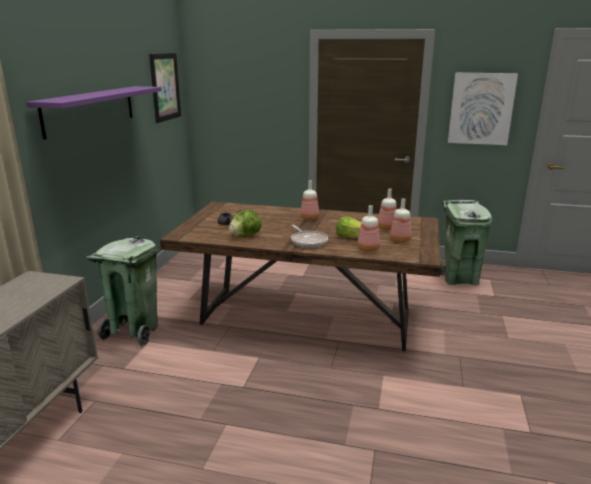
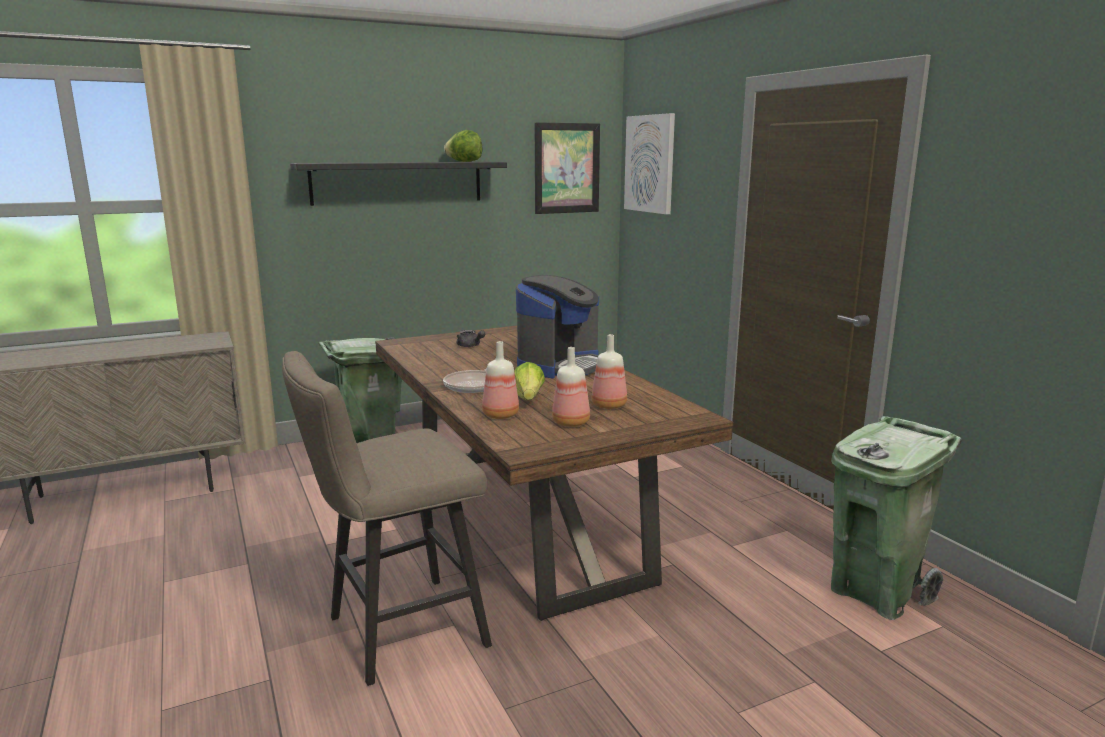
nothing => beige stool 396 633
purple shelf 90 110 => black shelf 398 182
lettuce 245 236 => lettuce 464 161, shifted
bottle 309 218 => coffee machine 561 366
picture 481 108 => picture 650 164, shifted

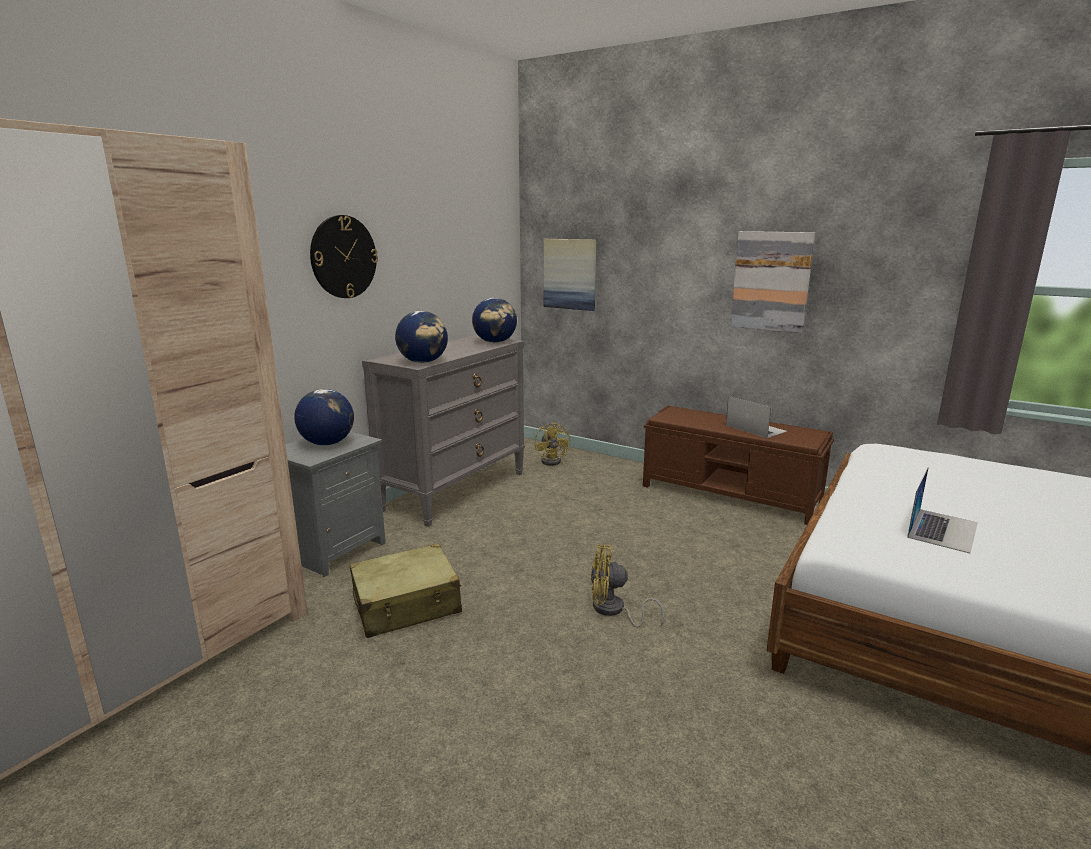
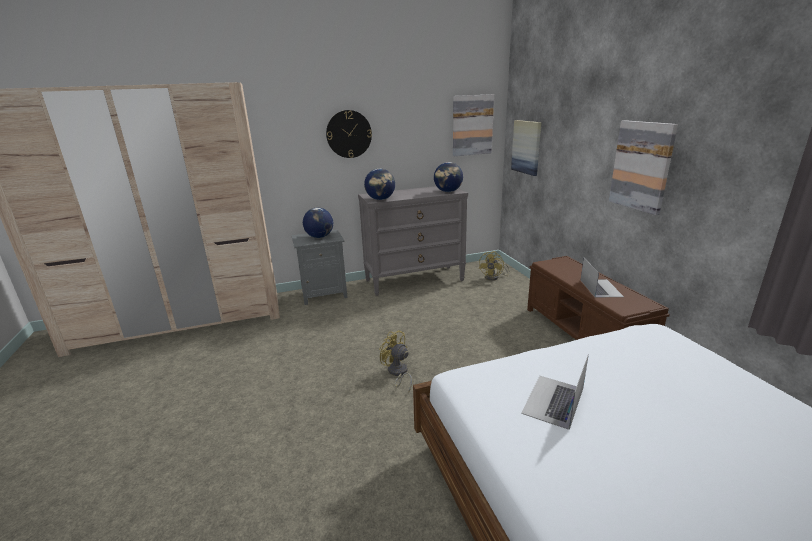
nothing => picture 472 125
laptop 942 530 => laptop 553 401, 135 degrees clockwise
beige suitcase 407 605 => nothing

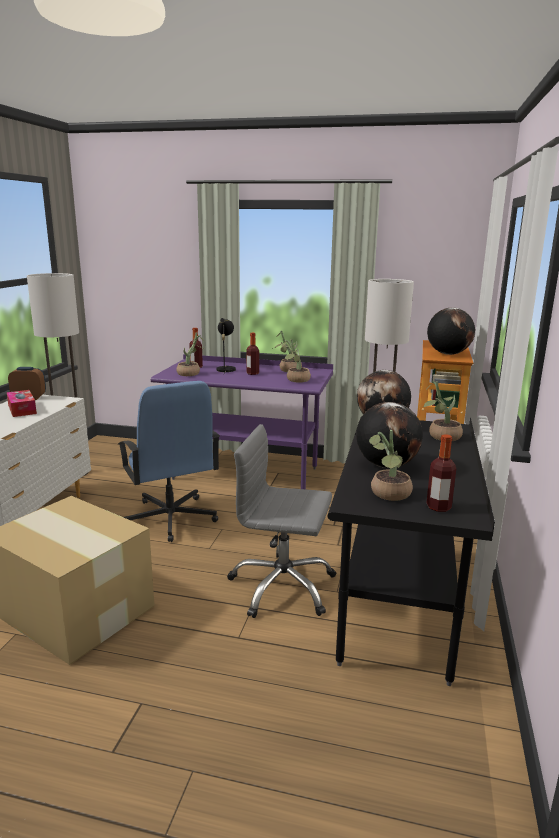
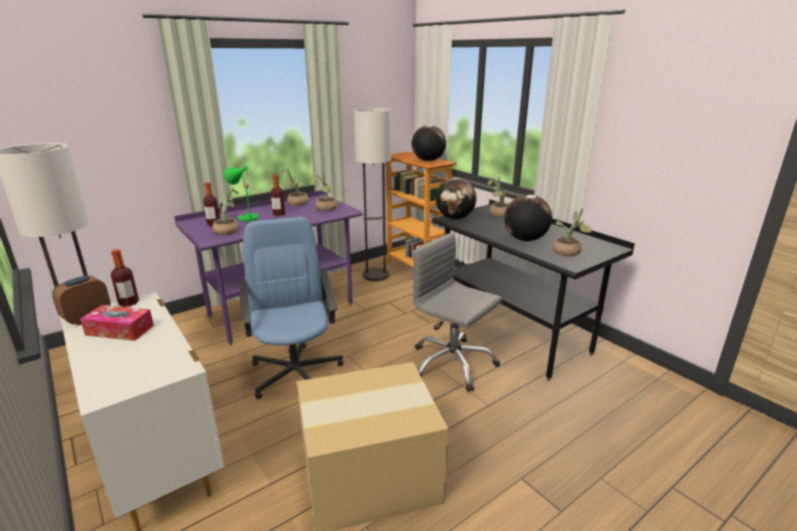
bottle 438 507 => bottle 129 303, shifted
black table lamp 225 369 => green table lamp 245 218
blue office chair 170 519 => blue office chair 296 372, 120 degrees counterclockwise
grey office chair 282 587 => grey office chair 452 364, 75 degrees clockwise

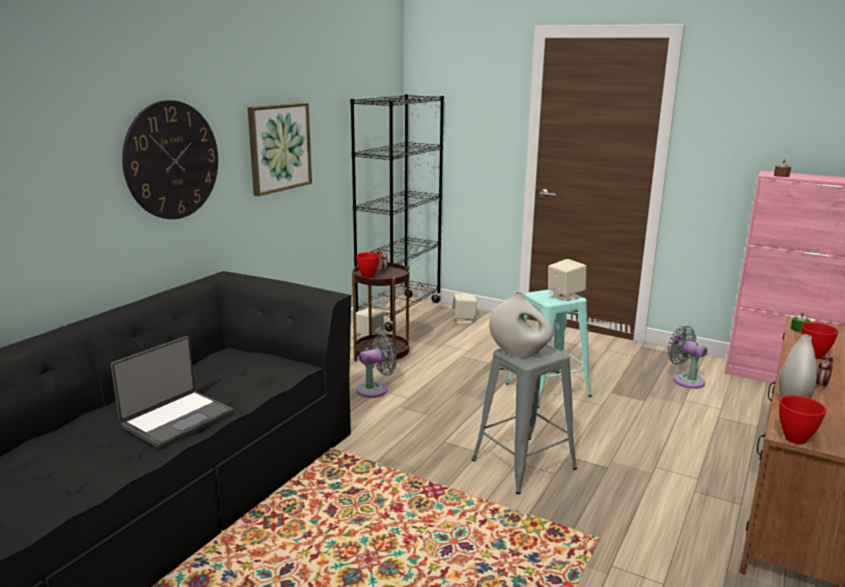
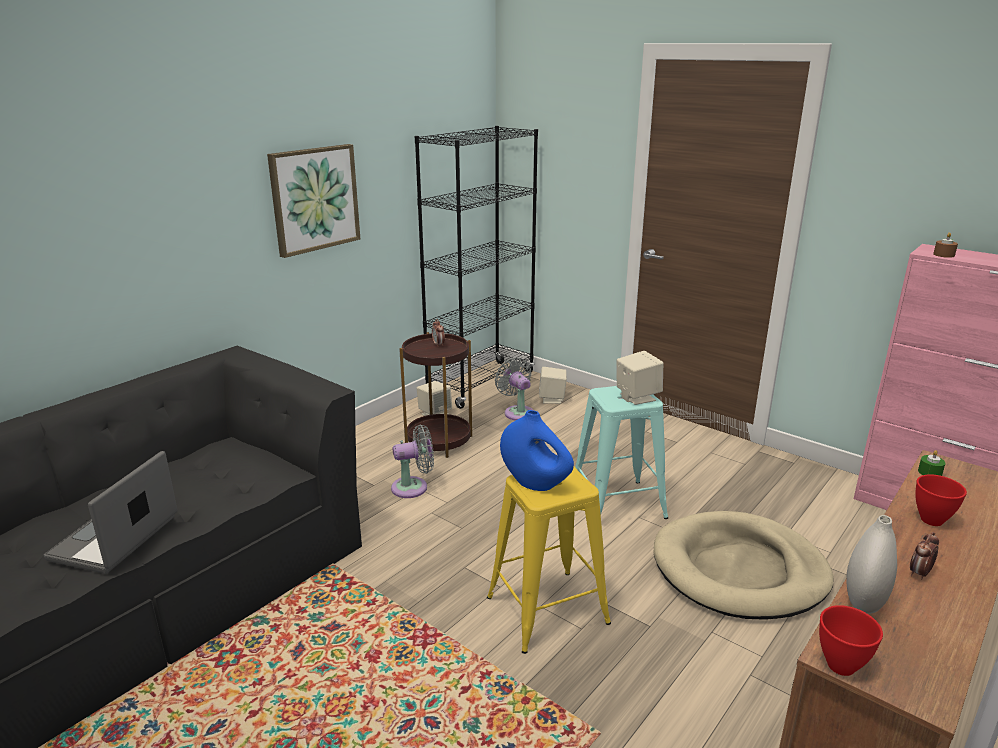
laptop 176 419 => laptop 116 538, 150 degrees clockwise
grey stool 524 464 => yellow stool 547 610
grey fan 685 380 => grey fan 517 412, shifted
white vase 519 353 => blue vase 535 483
nothing => beige dog bed 739 570
wall clock 172 160 => nothing
red bowl 368 276 => nothing

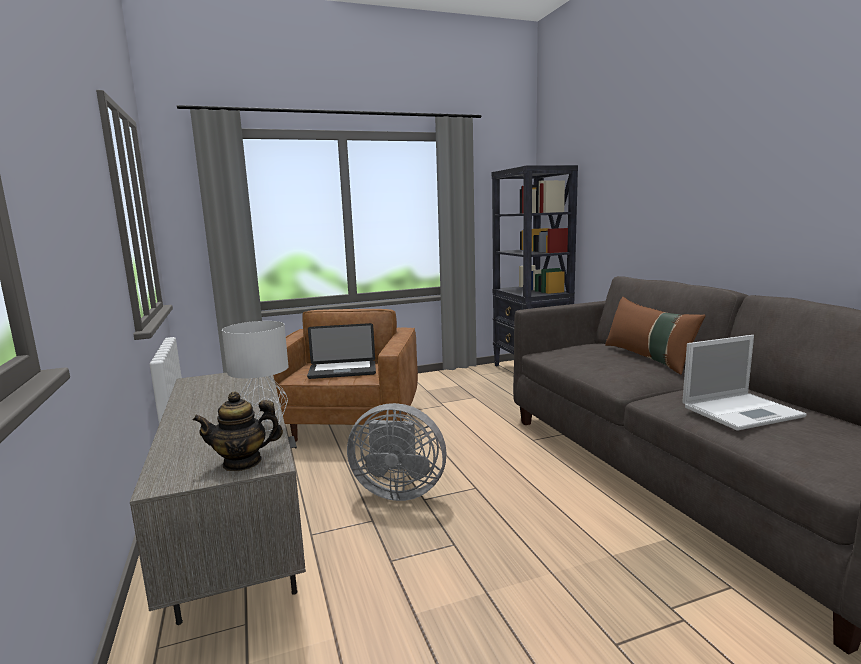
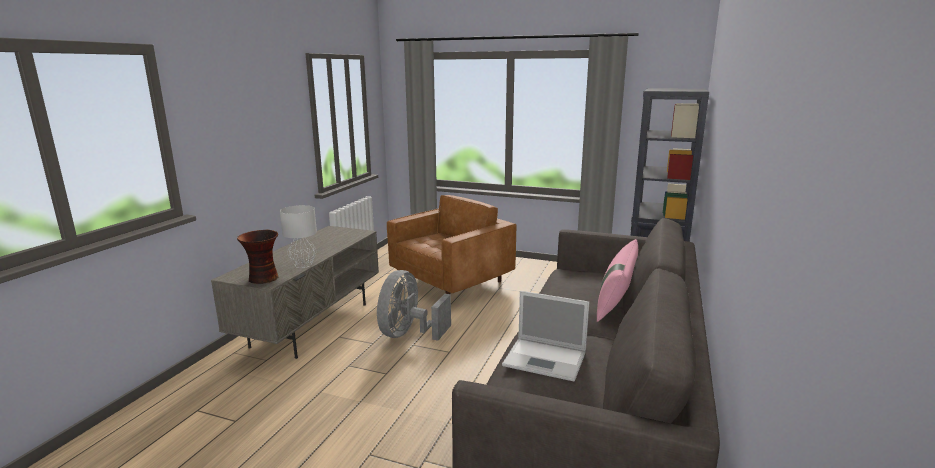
teapot 242 462 => vase 263 279
grey fan 398 490 => grey fan 409 334, 60 degrees clockwise
brown pillow 648 358 => pink pillow 615 301
laptop 342 371 => nothing

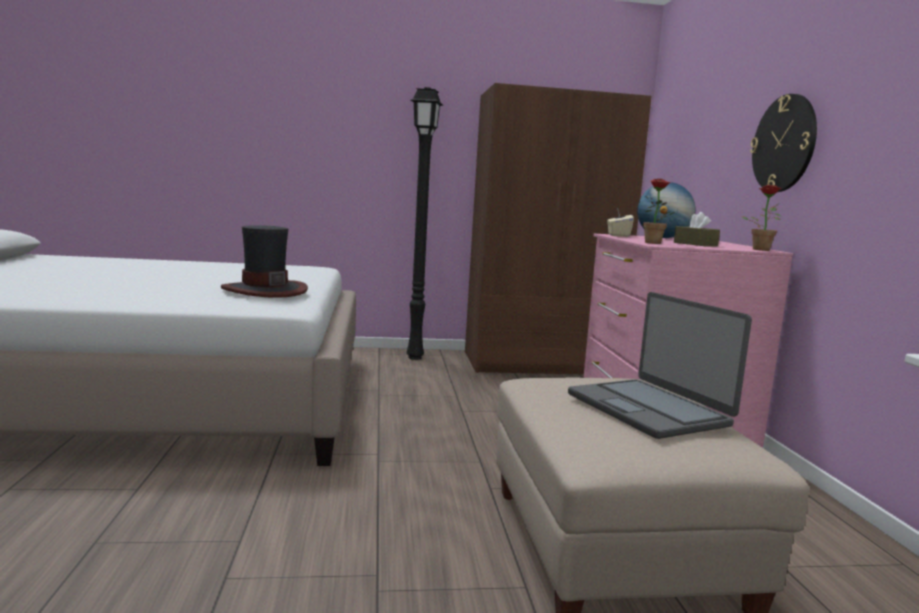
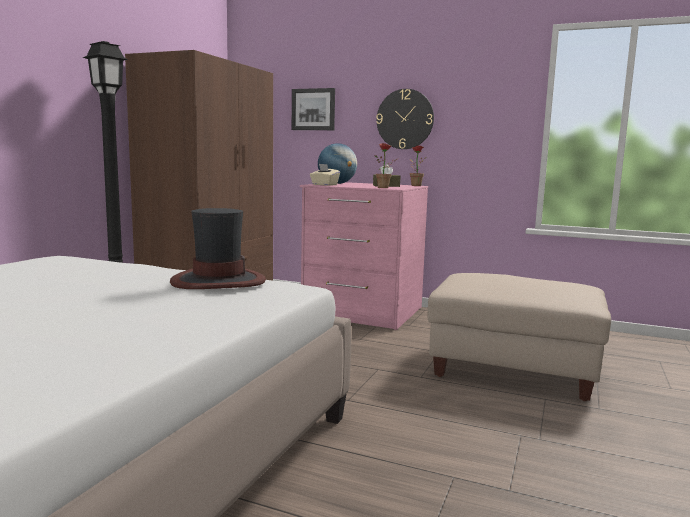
nothing => picture 313 109
laptop 648 409 => nothing

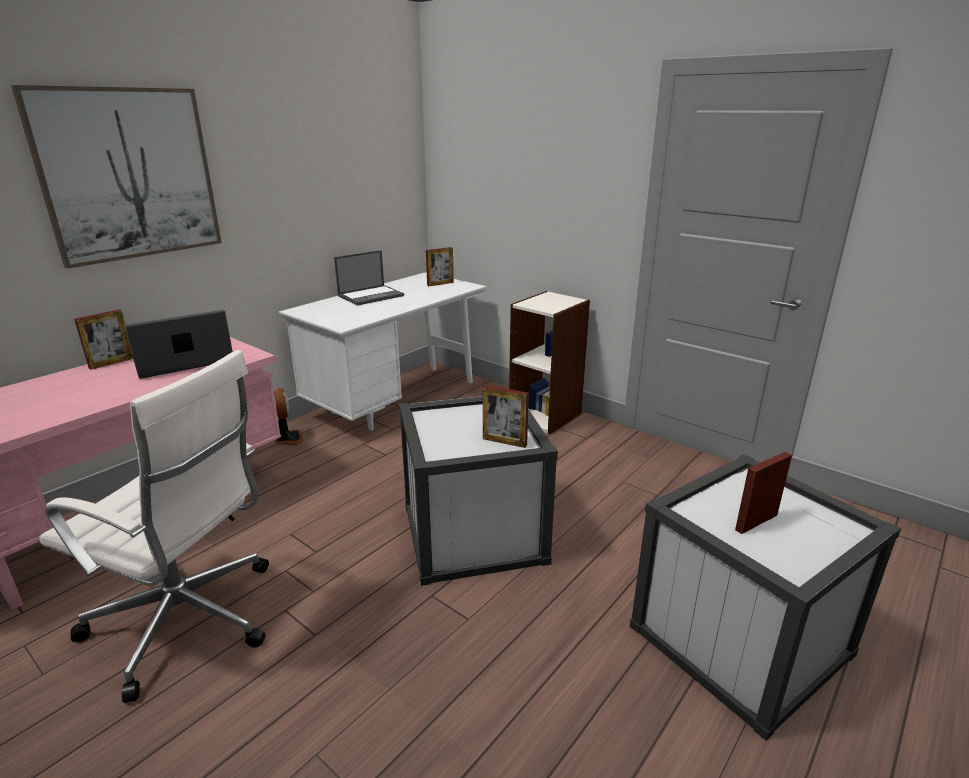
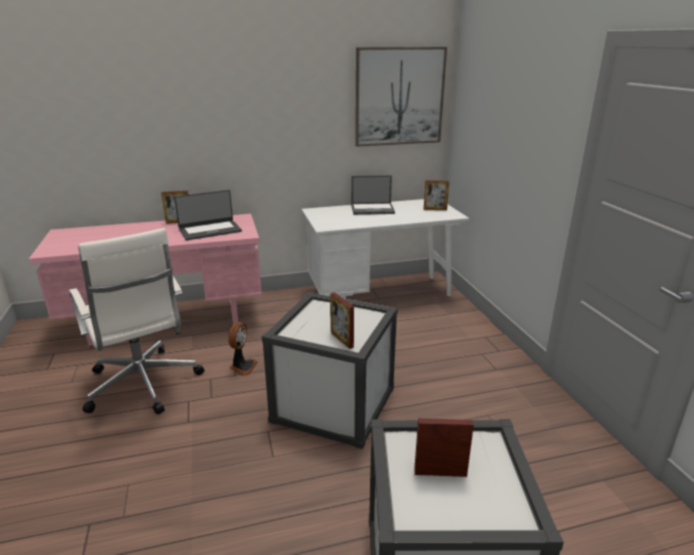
laptop 184 362 => laptop 210 230, 150 degrees clockwise
fan 288 439 => fan 242 367, shifted
picture 129 174 => picture 399 97, shifted
bookcase 546 415 => nothing

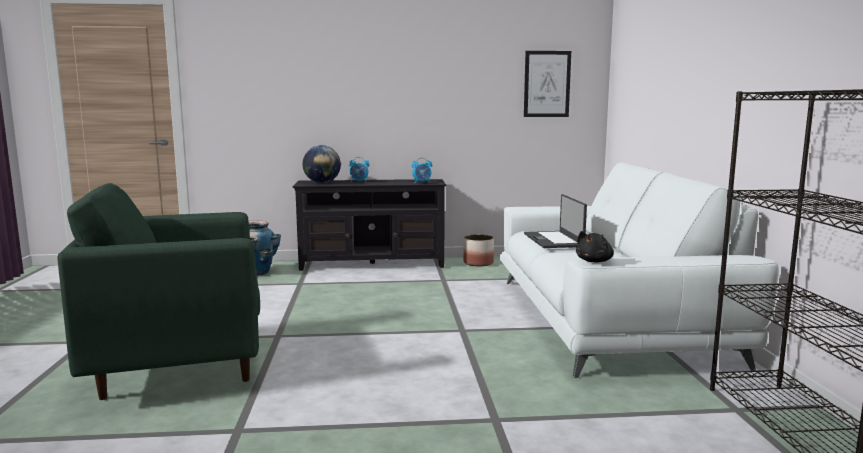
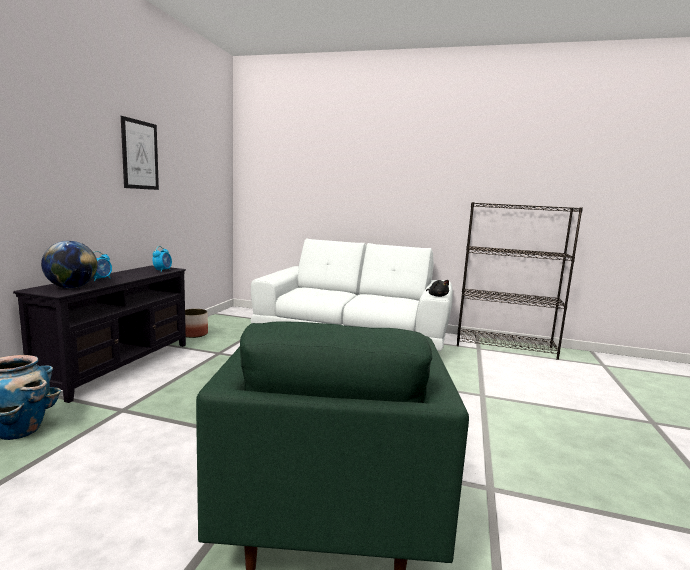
picture 547 84 => picture 140 155, shifted
laptop 554 240 => nothing

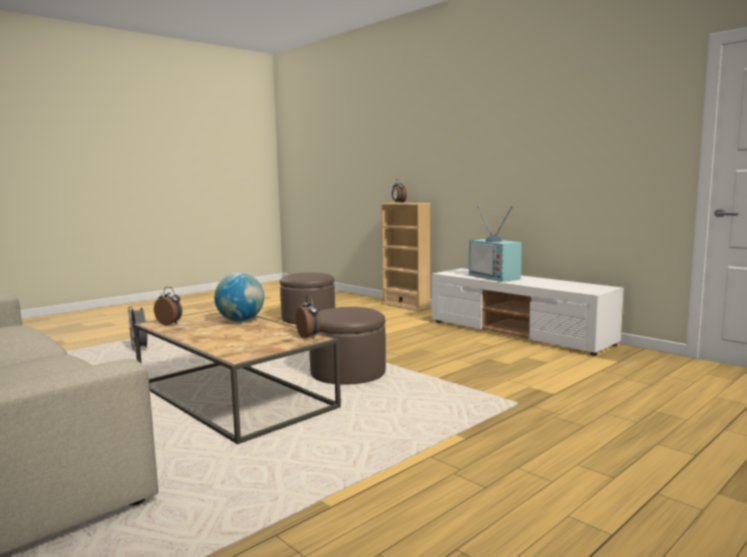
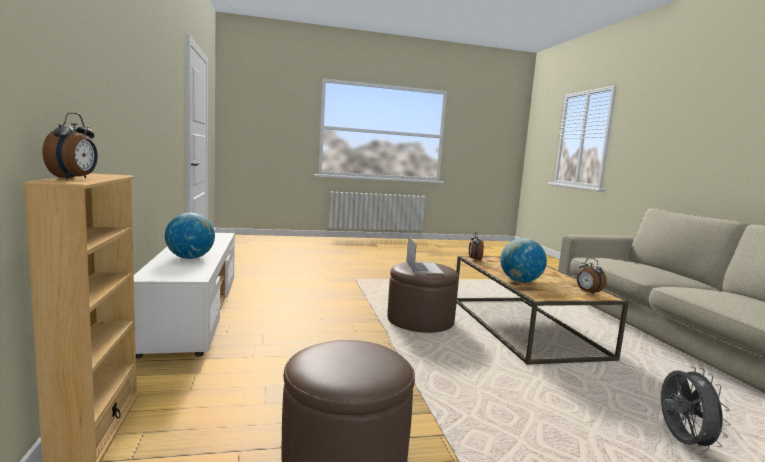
television 496 277 => globe 190 258
nothing => laptop 424 267

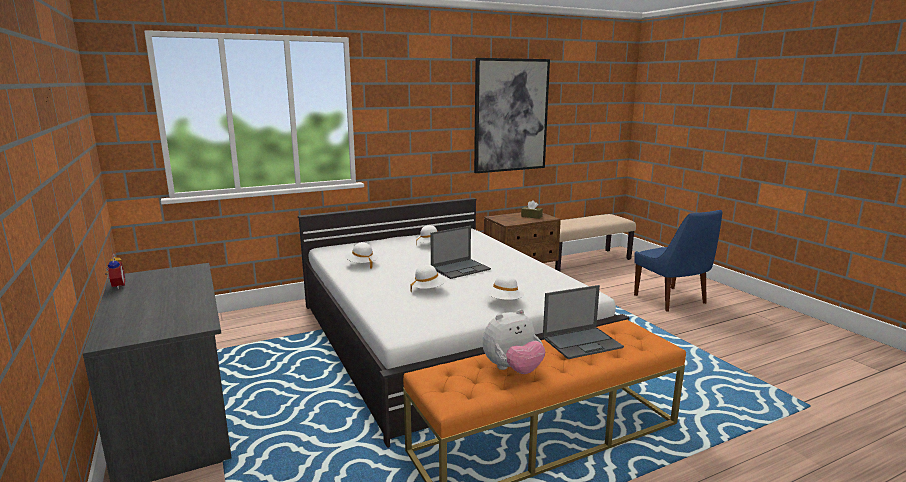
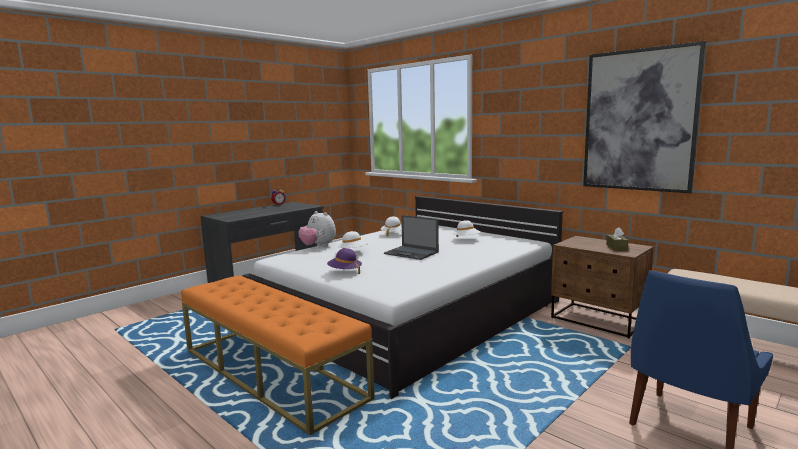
plush toy 512 369 => plush toy 318 246, shifted
white hat 504 302 => purple hat 345 272
laptop 582 342 => nothing

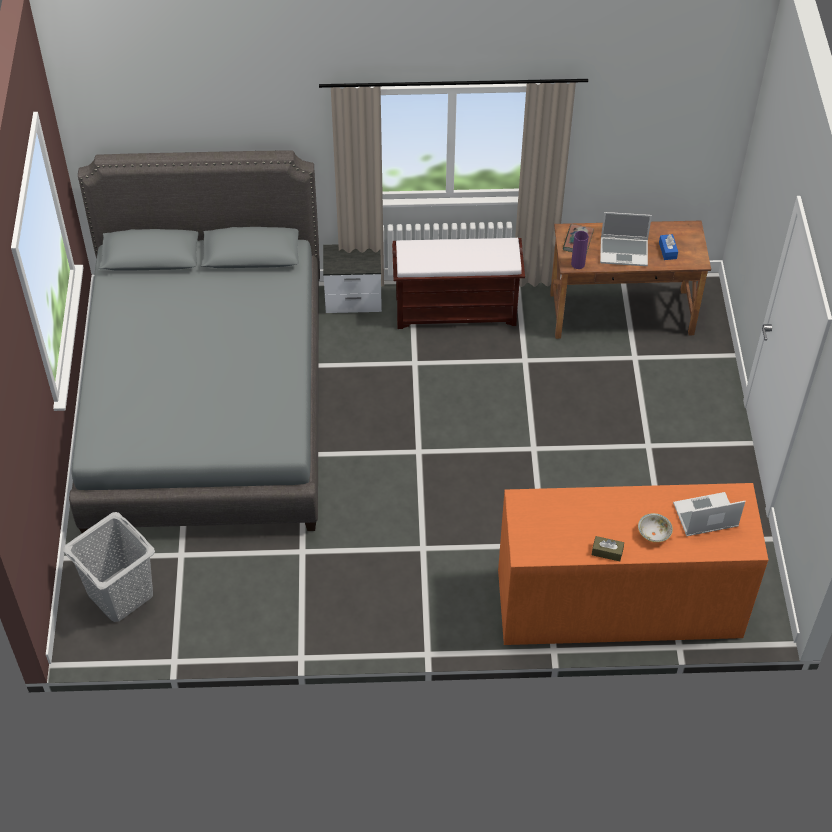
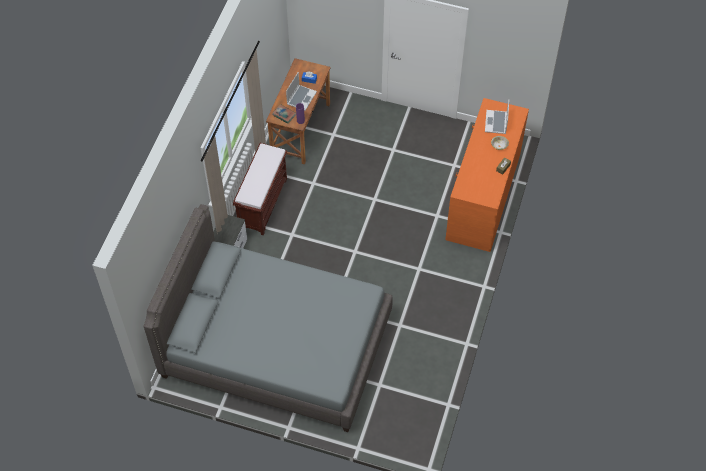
grey laundry basket 120 594 => nothing

